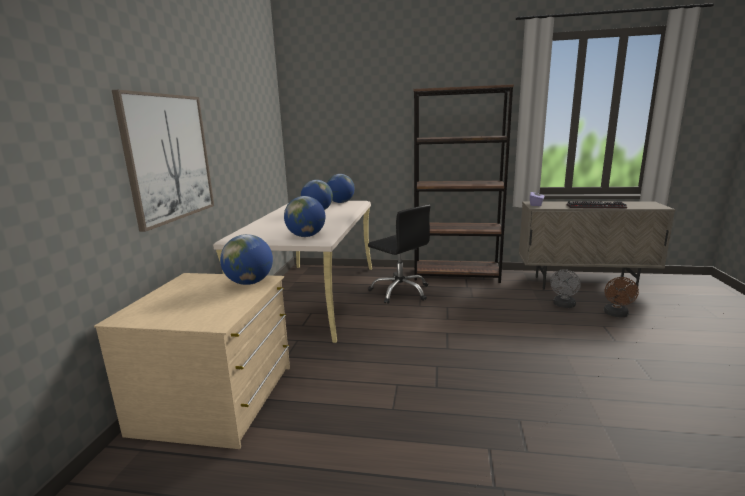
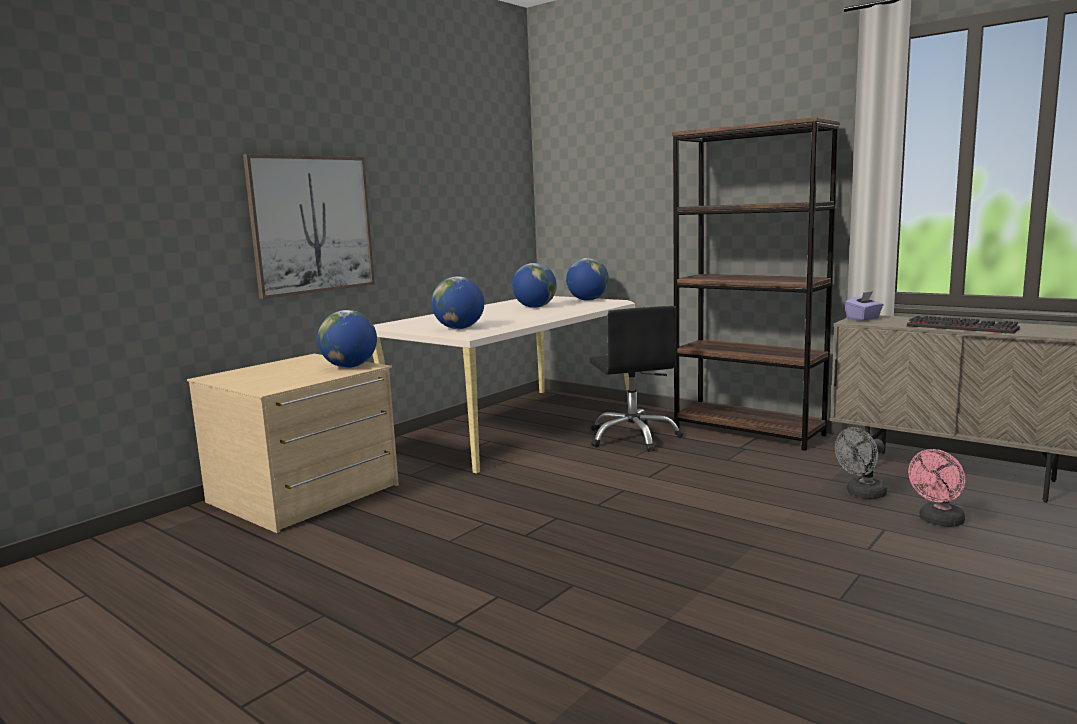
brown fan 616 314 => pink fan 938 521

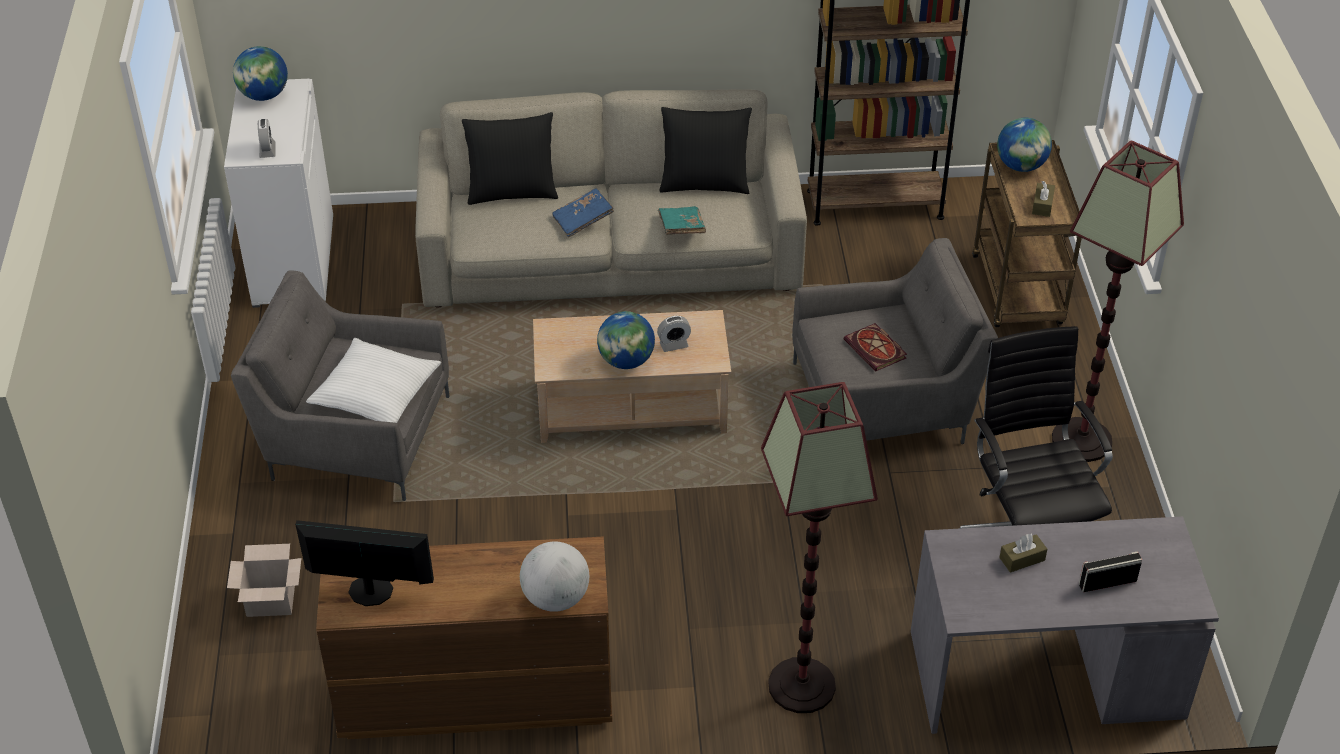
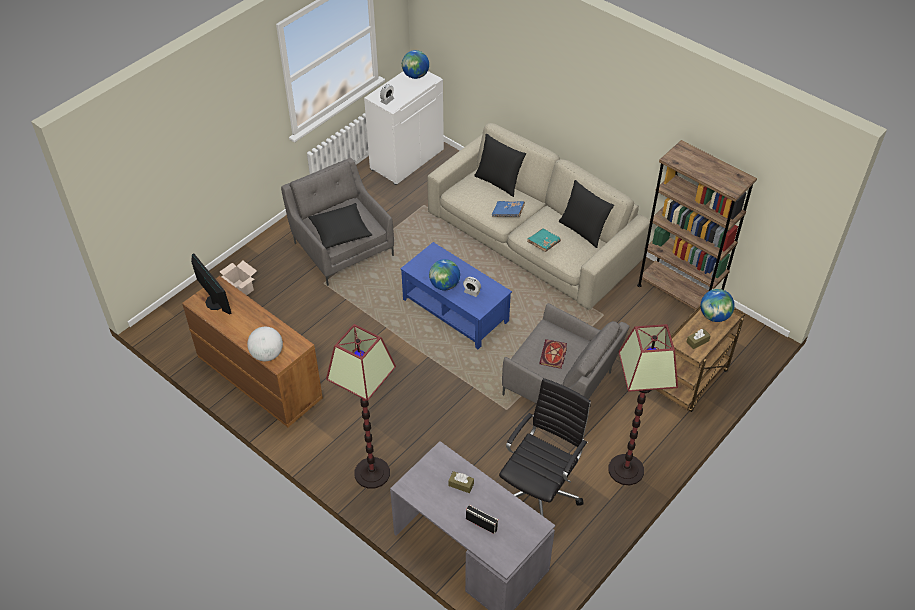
white pillow 375 393 => black pillow 340 231
beige coffee table 632 405 => blue coffee table 456 310

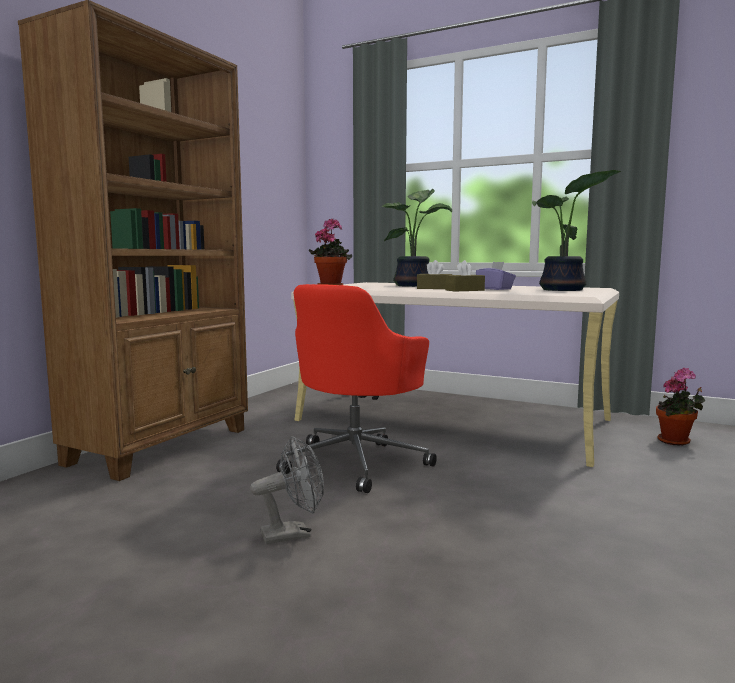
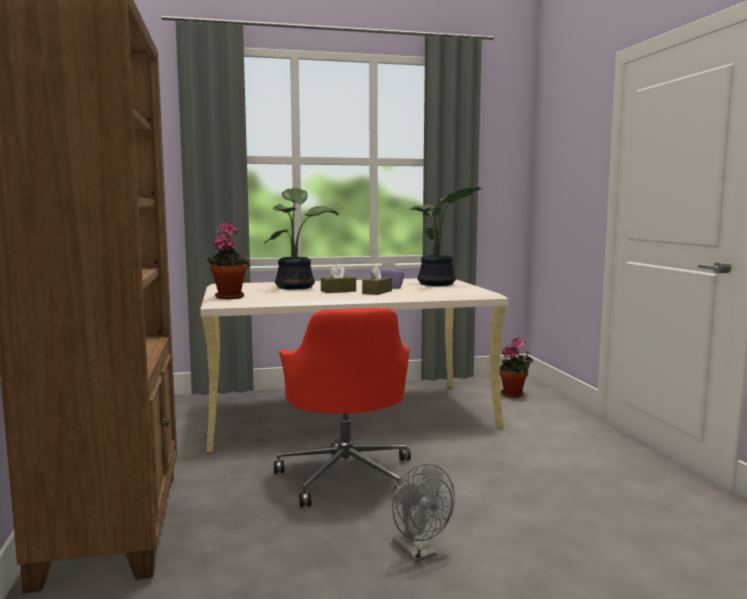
grey fan 293 534 => grey fan 419 553, 120 degrees clockwise

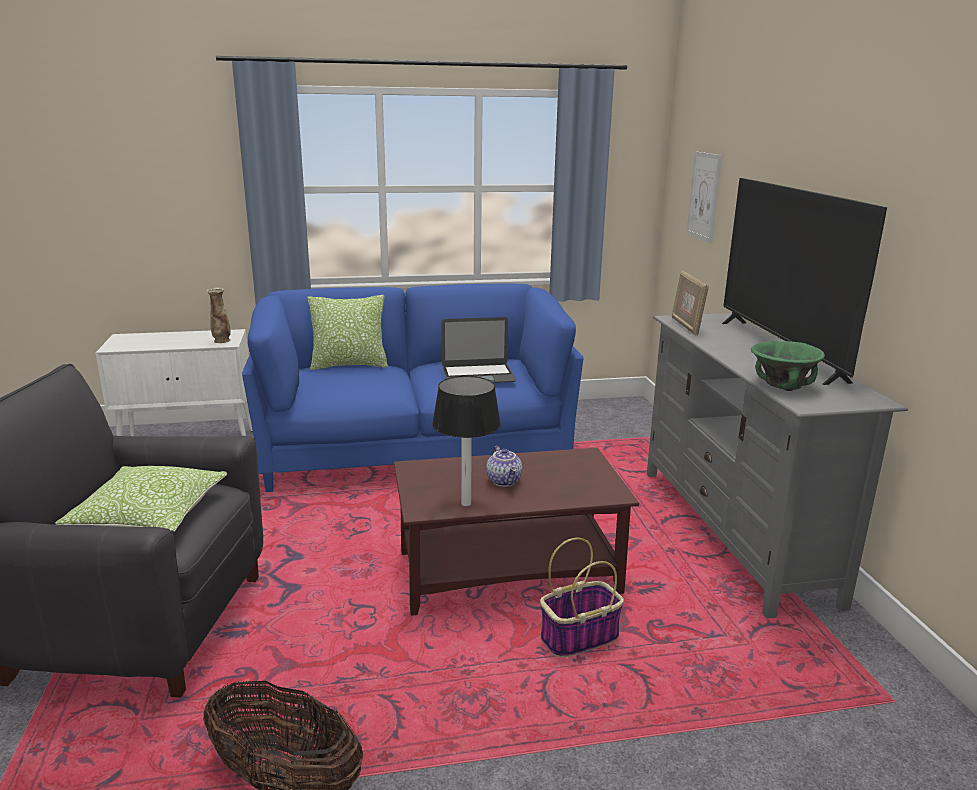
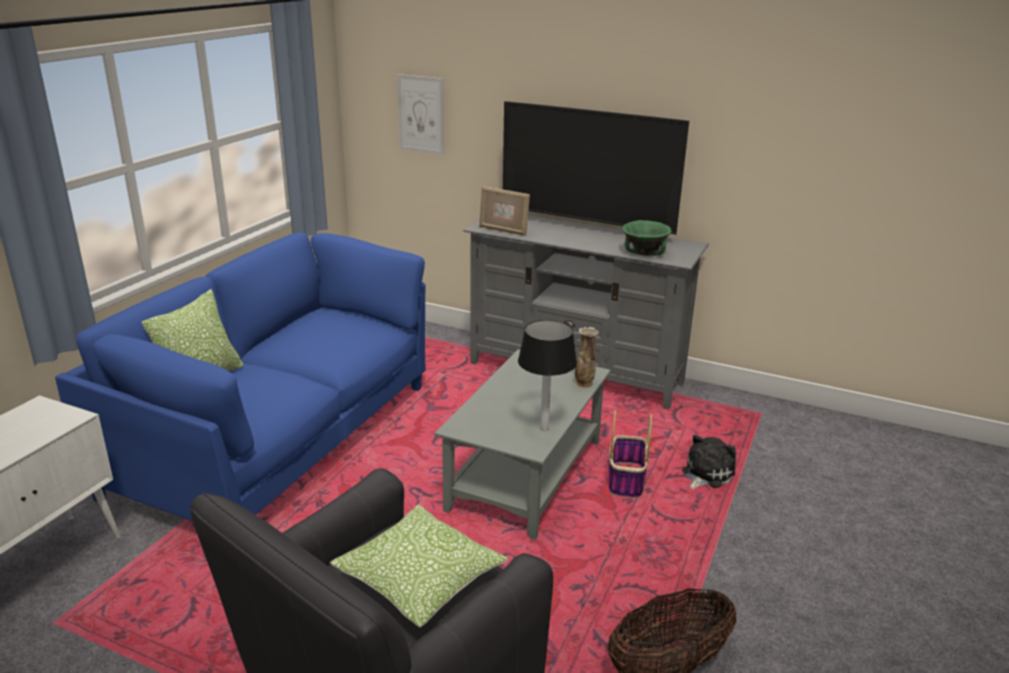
brown coffee table 509 572 => grey coffee table 526 474
vase 221 341 => vase 584 383, shifted
nothing => plush toy 705 474
laptop 478 375 => nothing
teapot 505 481 => nothing

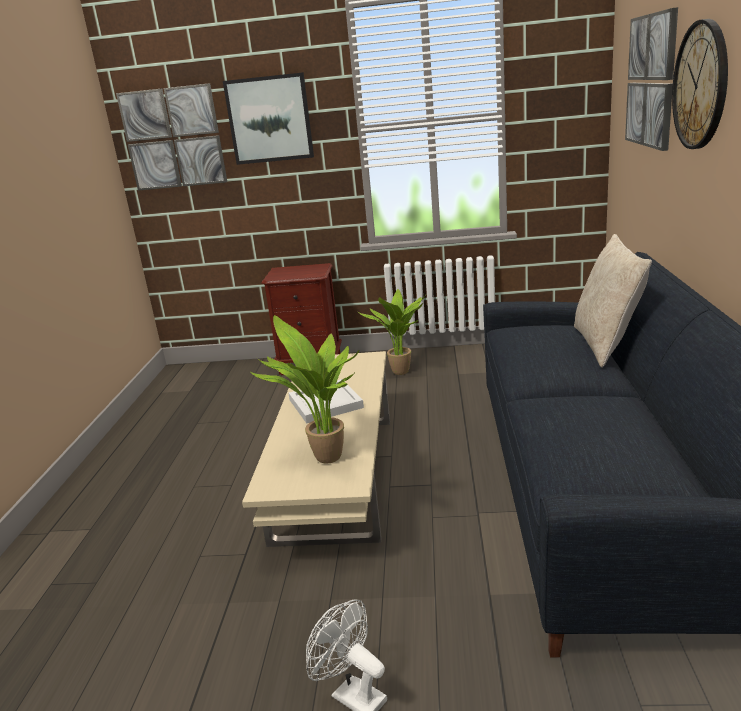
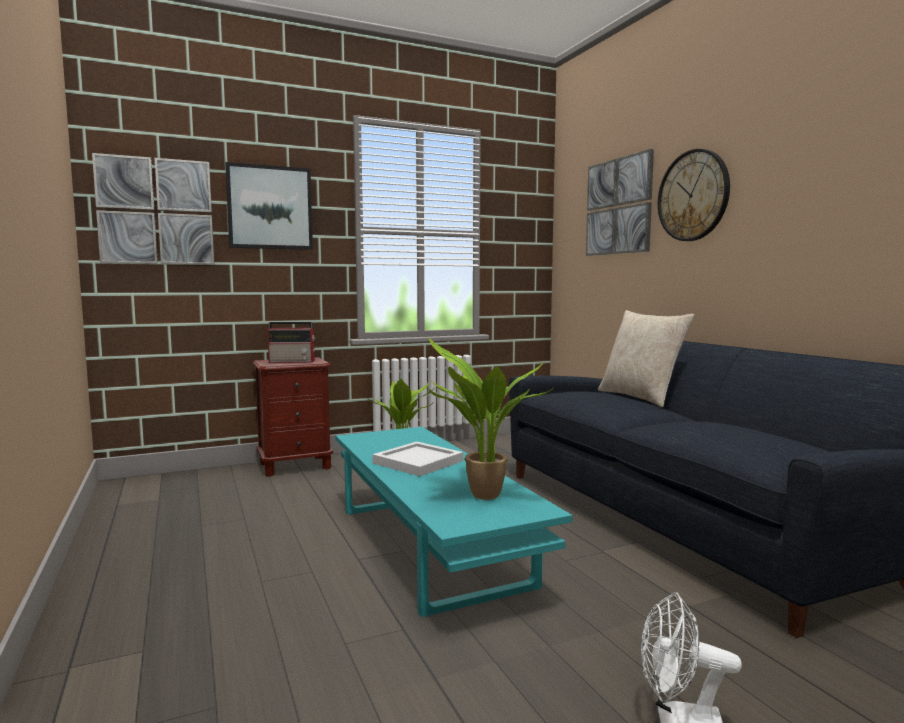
nothing => radio 293 361
beige coffee table 337 476 => turquoise coffee table 430 545

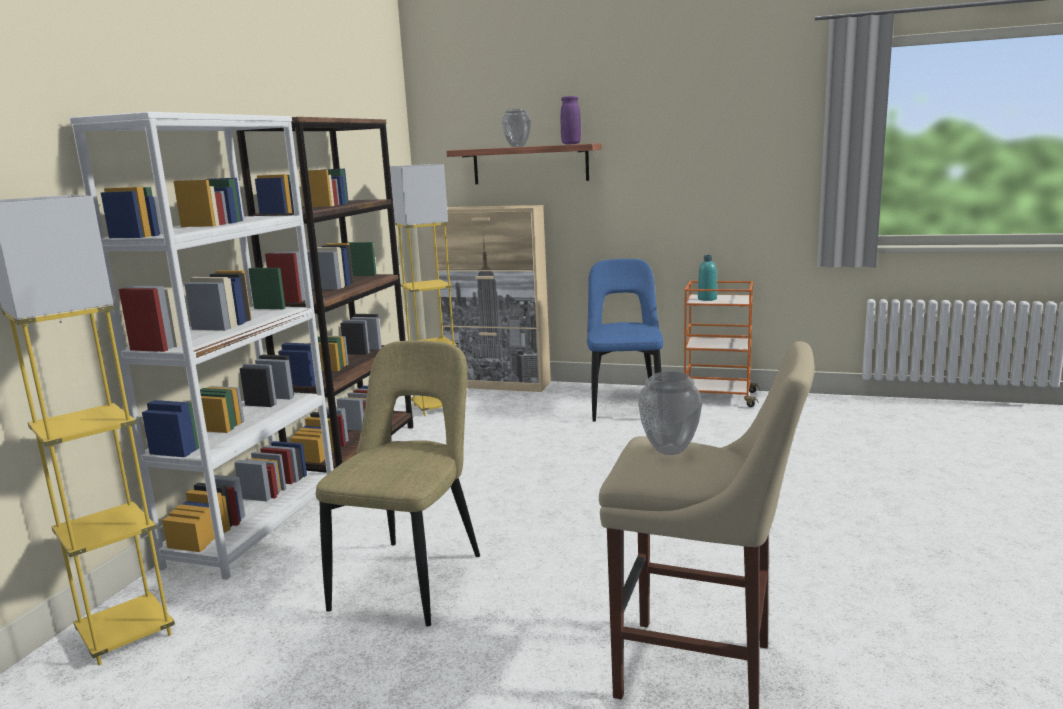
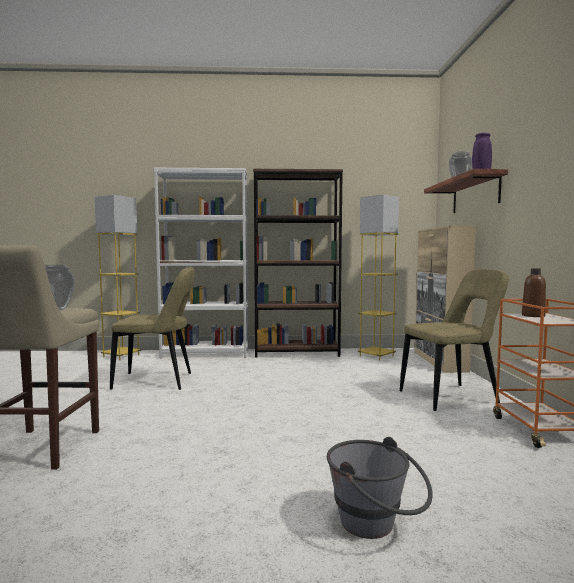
nothing => grey bucket 377 526
blue chair 625 406 => beige chair 452 397
turquoise bottle 707 299 => brown bottle 533 315

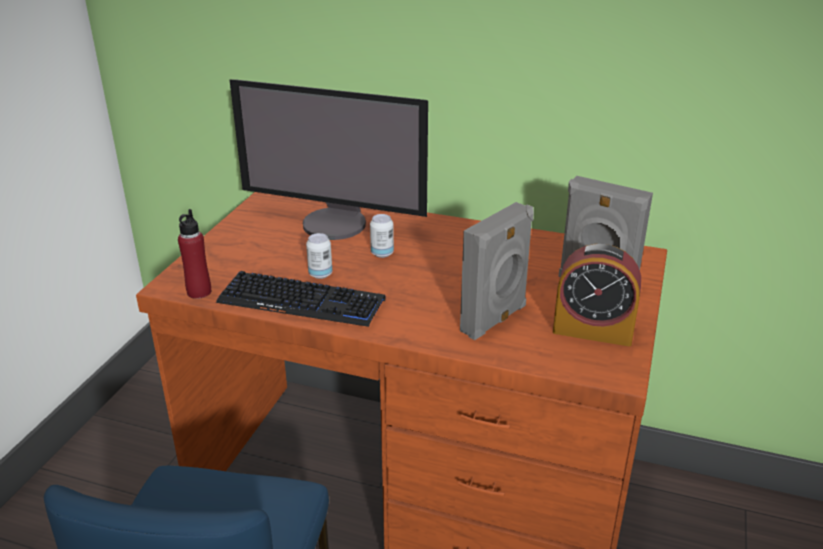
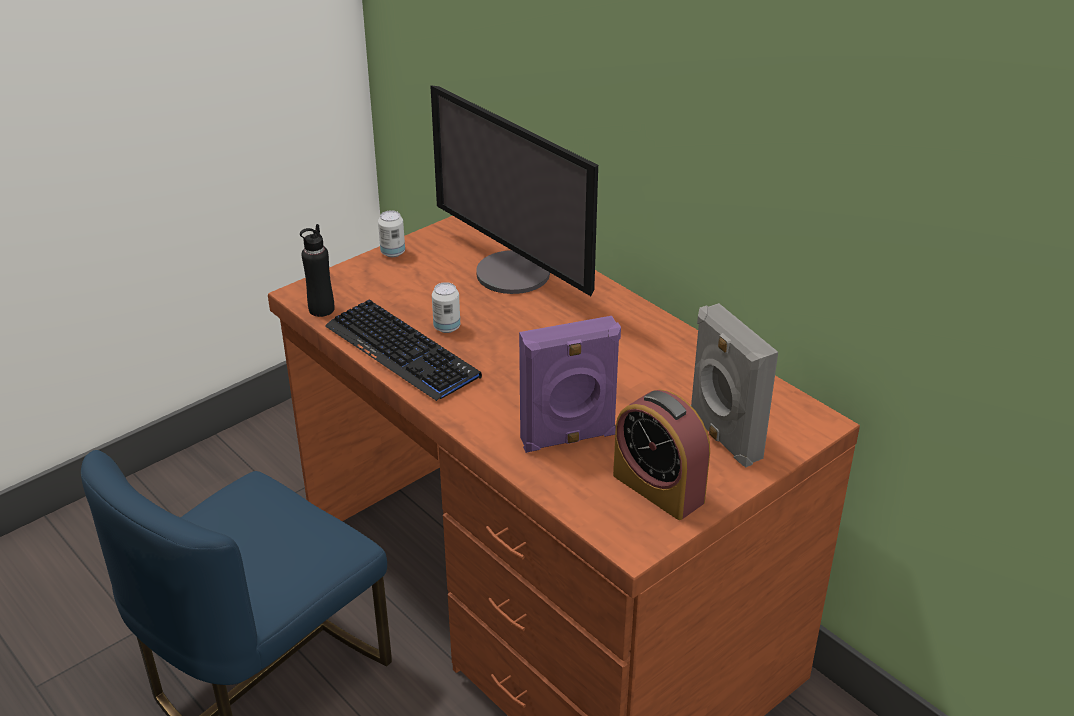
red bottle 199 292 => black bottle 321 309
can 382 253 => can 393 252, shifted
grey speaker 495 320 => purple speaker 568 439

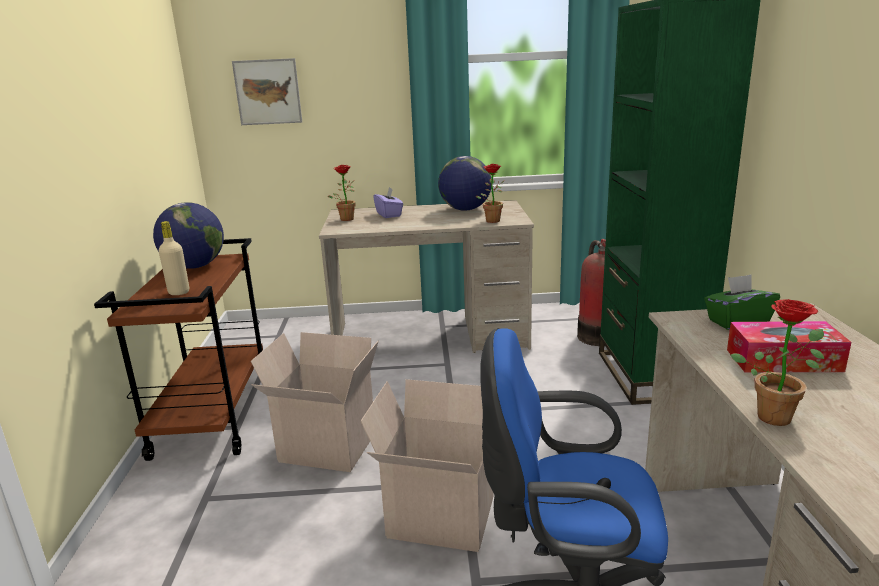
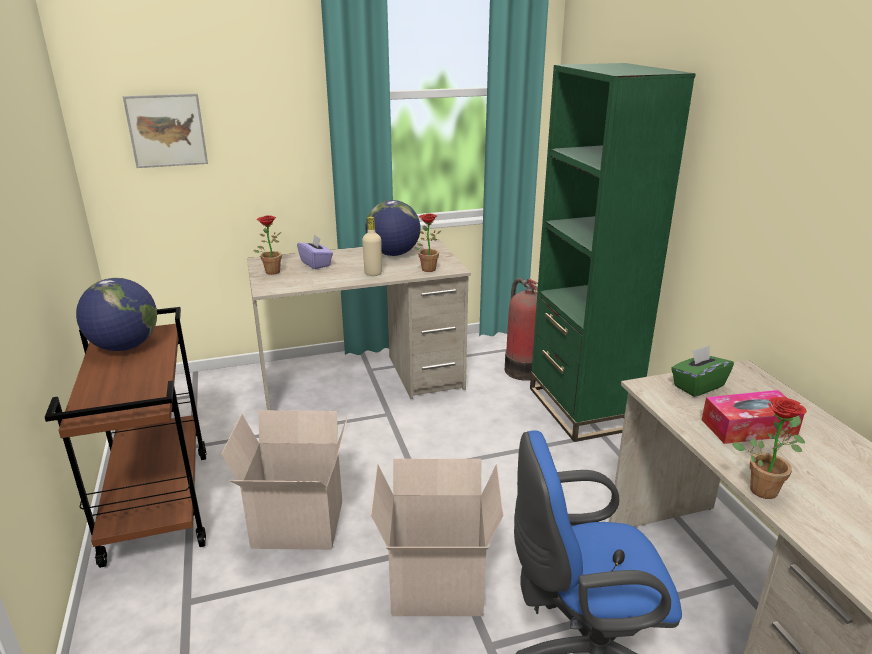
beige bottle 179 292 => beige bottle 373 273, shifted

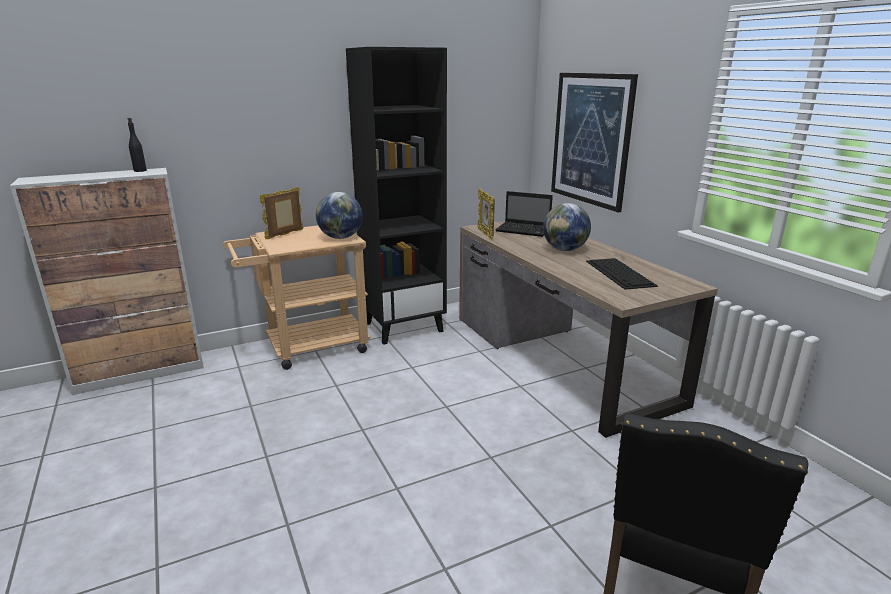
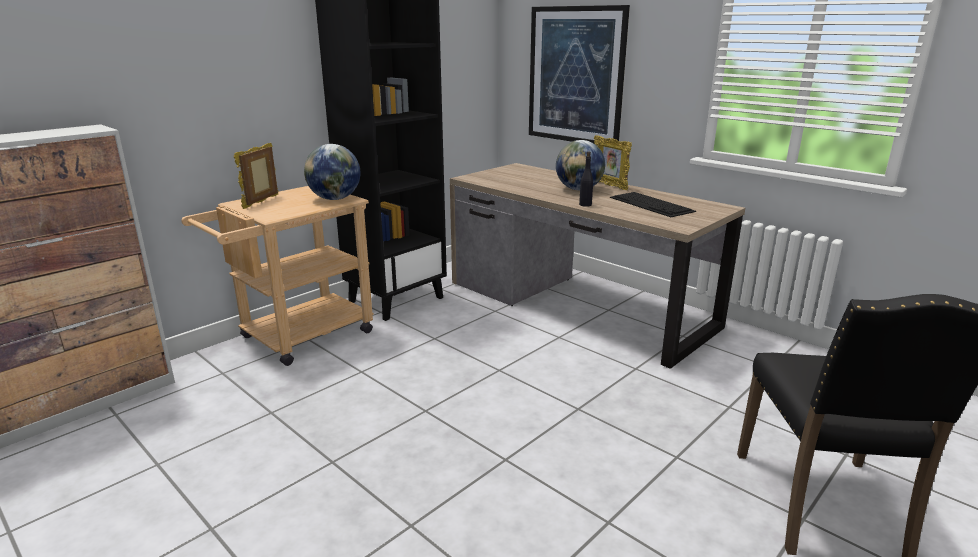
black bottle 140 170 => black bottle 585 204, shifted
picture frame 485 234 => picture frame 609 186, shifted
laptop 524 230 => nothing

